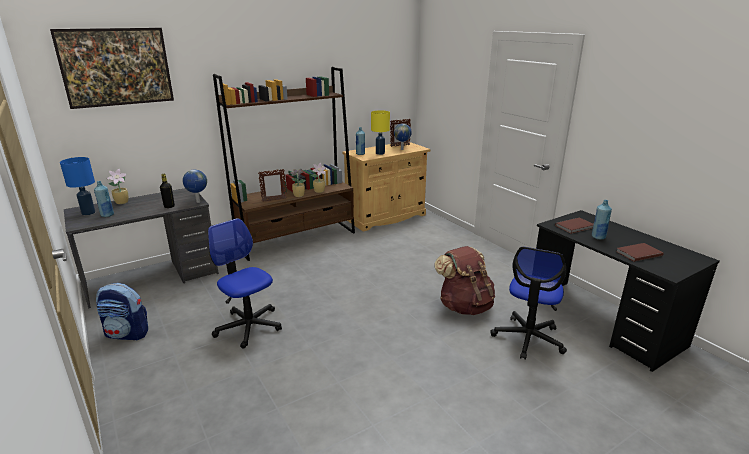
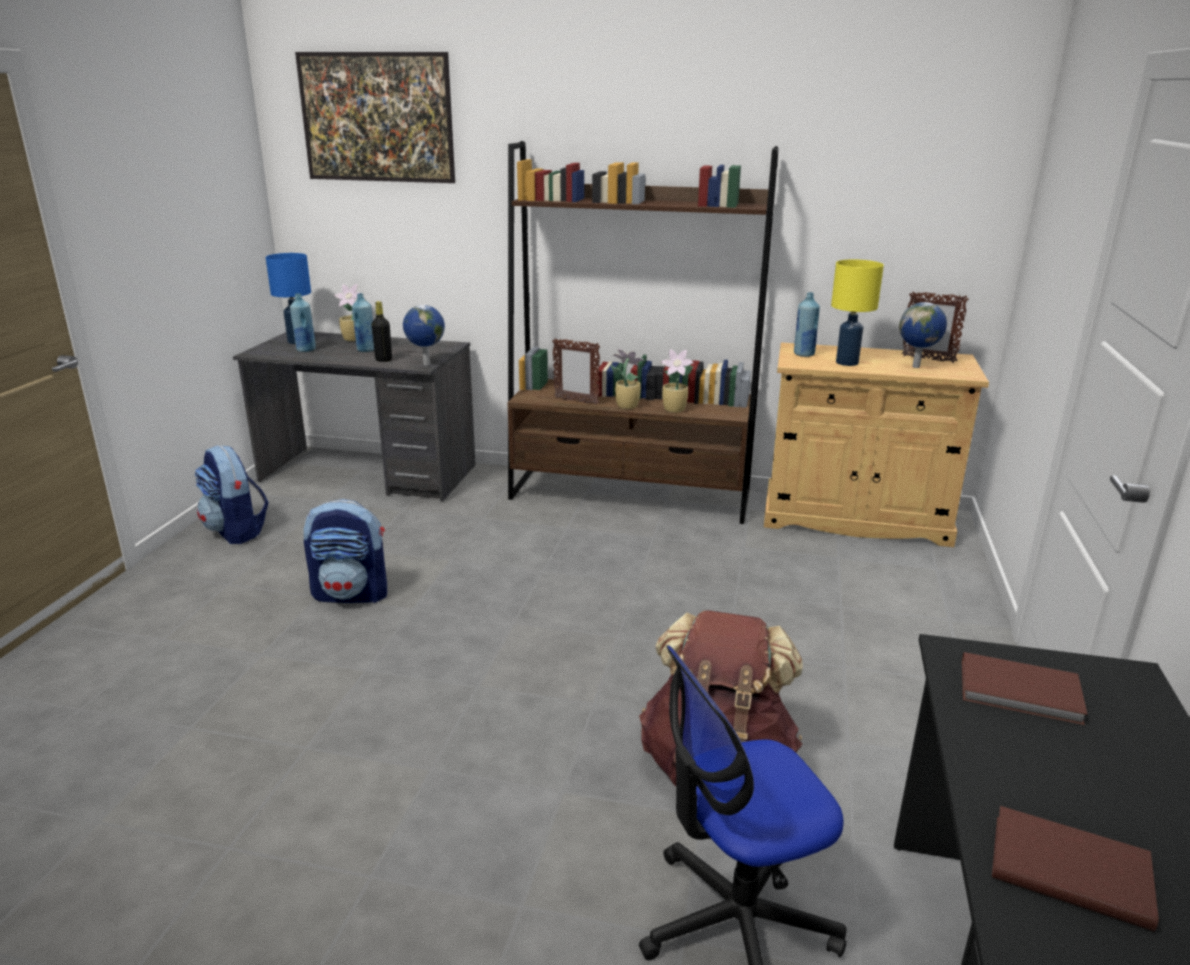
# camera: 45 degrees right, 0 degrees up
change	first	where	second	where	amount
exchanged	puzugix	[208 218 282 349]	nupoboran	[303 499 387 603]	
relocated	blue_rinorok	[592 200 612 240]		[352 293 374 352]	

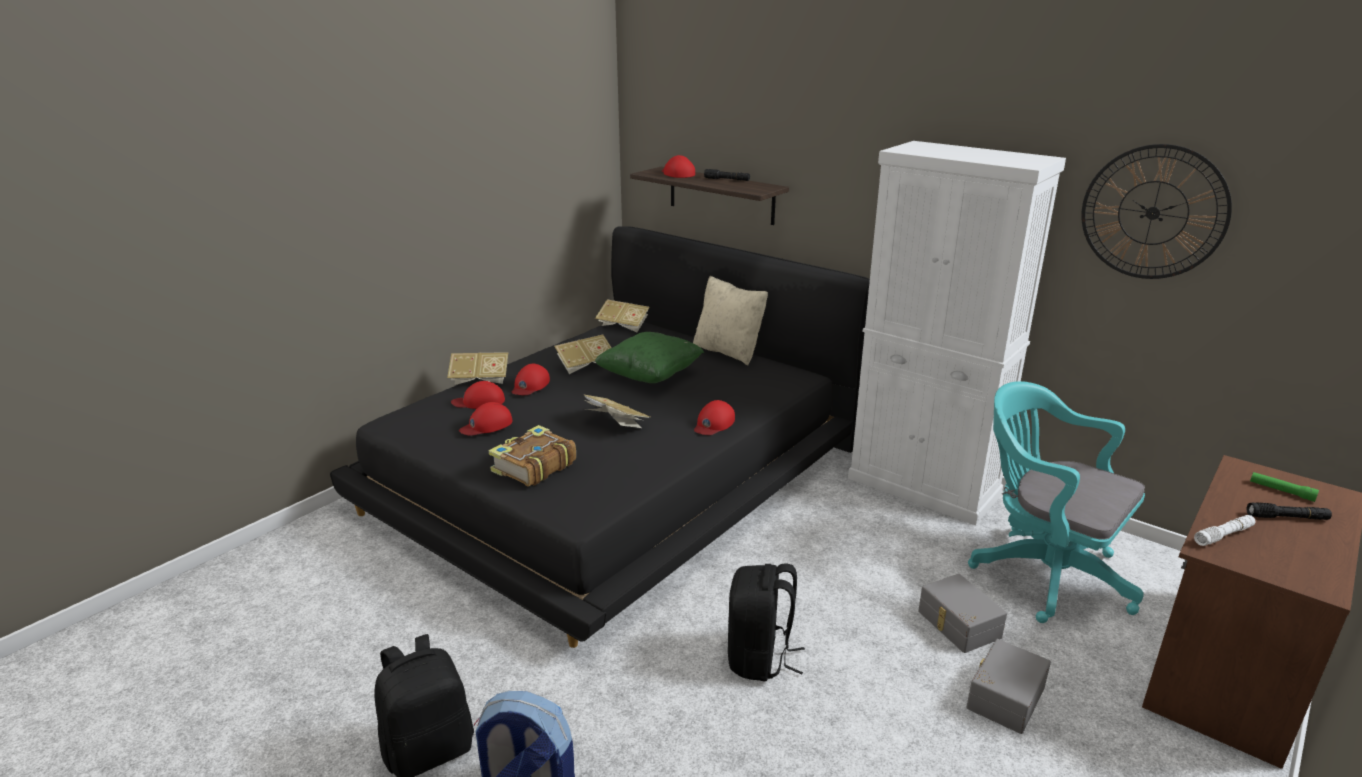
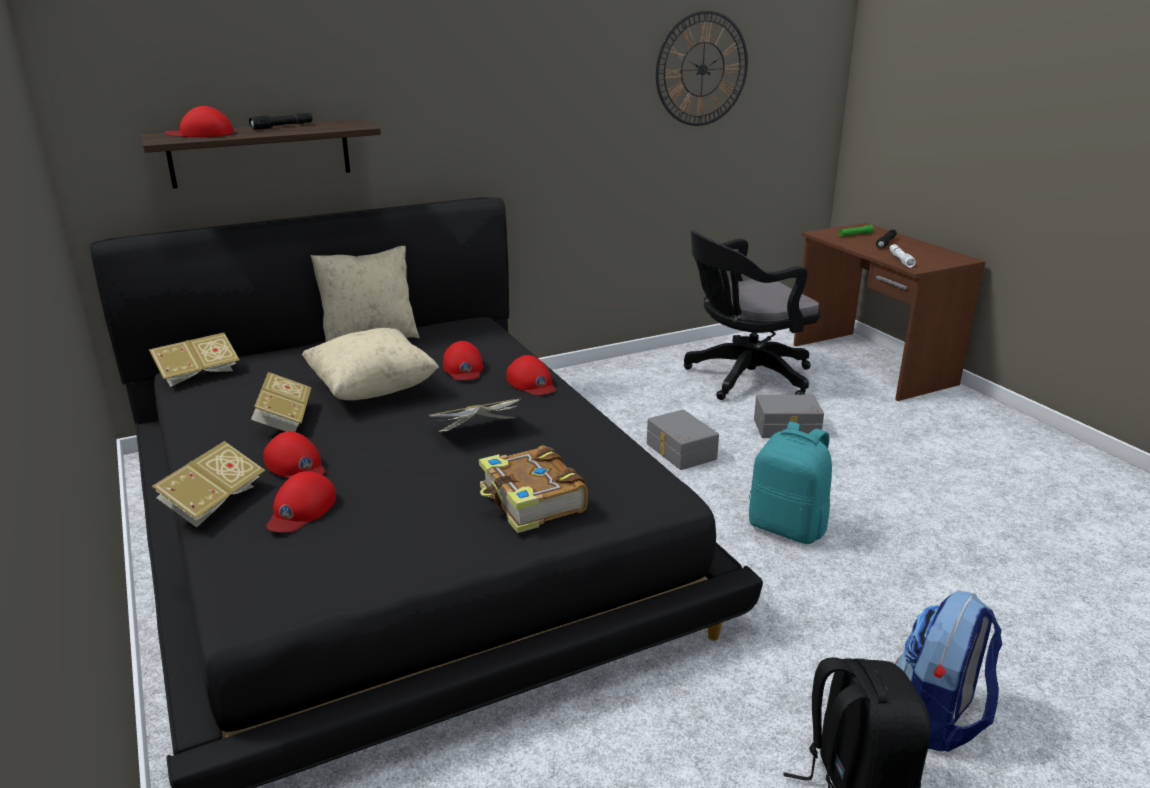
# camera: 65 degrees left, 0 degrees up
change	first	where	second	where	amount
relocated	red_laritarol	[459 402 513 436]		[443 341 483 380]	
colour	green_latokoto	[595 332 704 383]	beige_latokoto	[302 328 439 400]	
colour	black_nupoboran	[728 563 805 682]	turquoise_nupoboran	[749 422 832 544]	
missing	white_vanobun	[848 141 1066 525]			
relocated	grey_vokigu	[966 639 1051 734]		[647 409 719 470]	
colour	turquoise_puzugix	[968 381 1145 623]	black_puzugix	[684 230 821 400]	

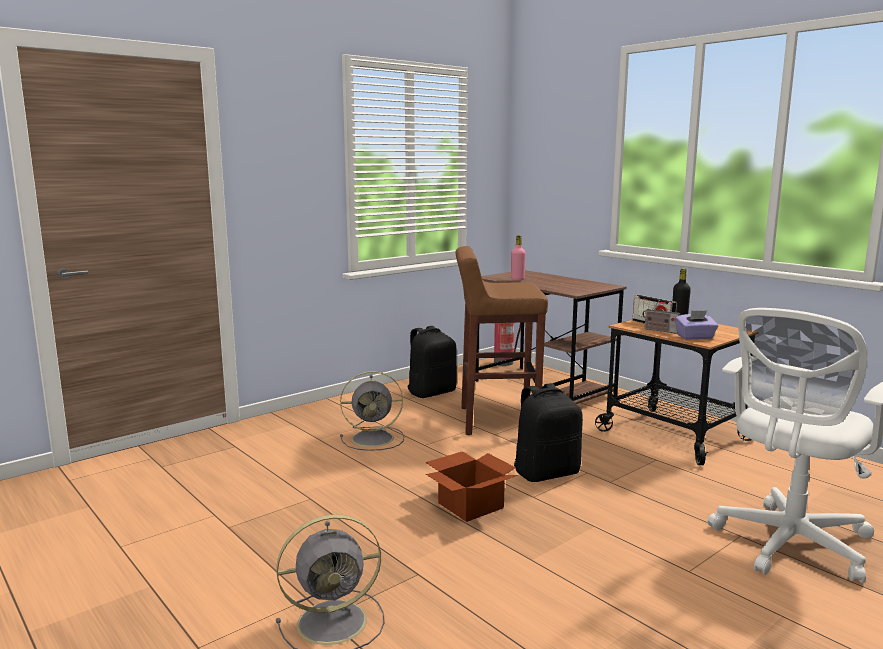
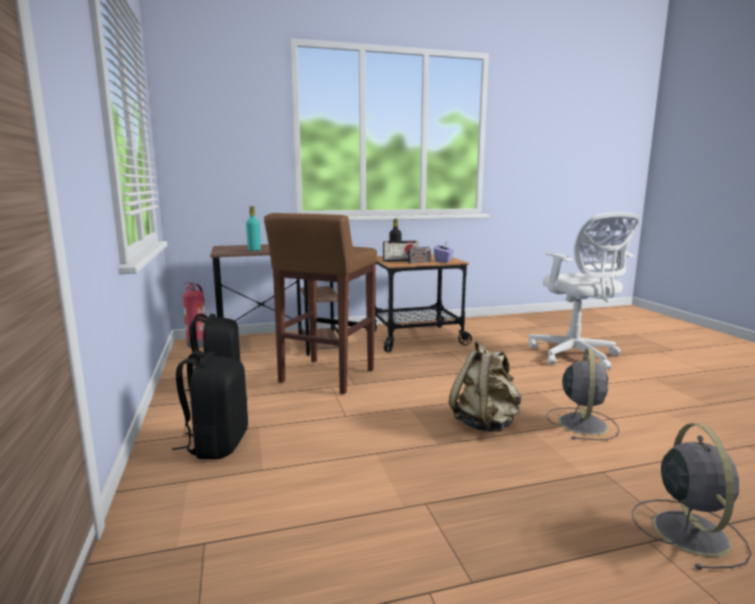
# camera: 65 degrees left, 0 degrees up
change	first	where	second	where	amount
relocated	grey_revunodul	[340 371 404 451]		[547 348 619 440]	
exchanged	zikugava	[426 451 518 522]	beige_nupoboran	[449 341 522 432]	
colour	pink_rinorok	[511 235 526 281]	turquoise_rinorok	[246 206 261 251]	
relocated	black_nupoboran	[514 383 583 482]		[172 351 248 459]	

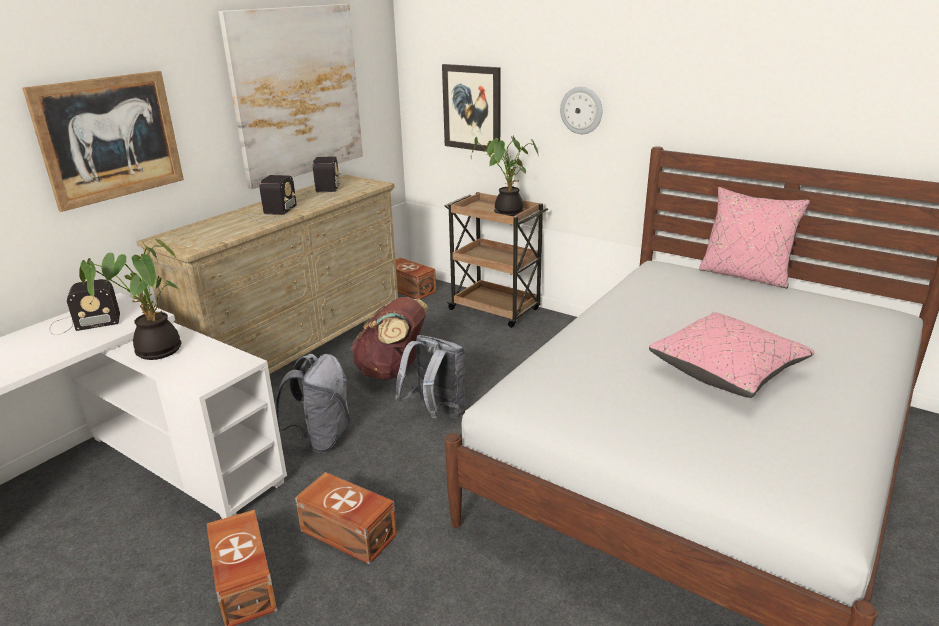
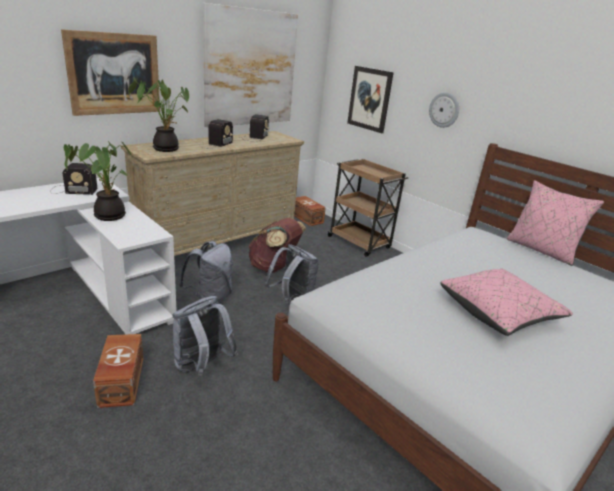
# camera: 10 degrees right, 0 degrees up
change	first	where	second	where	amount
exchanged	brown_vokigu	[295 472 397 565]	grey_nupoboran	[172 296 238 376]	
relocated	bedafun	[471 135 539 216]		[128 77 189 152]	

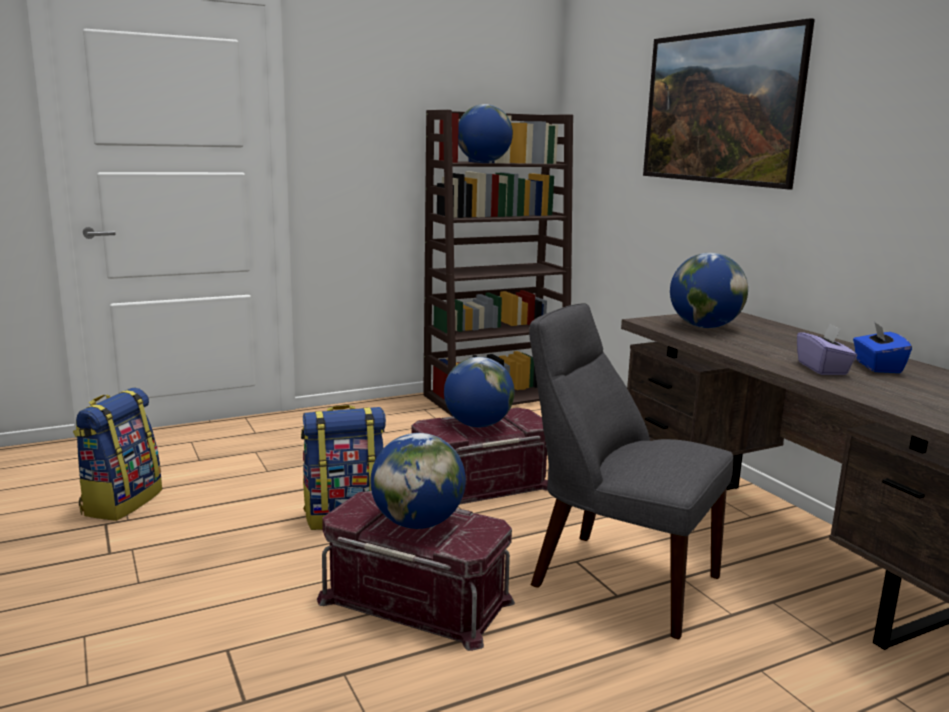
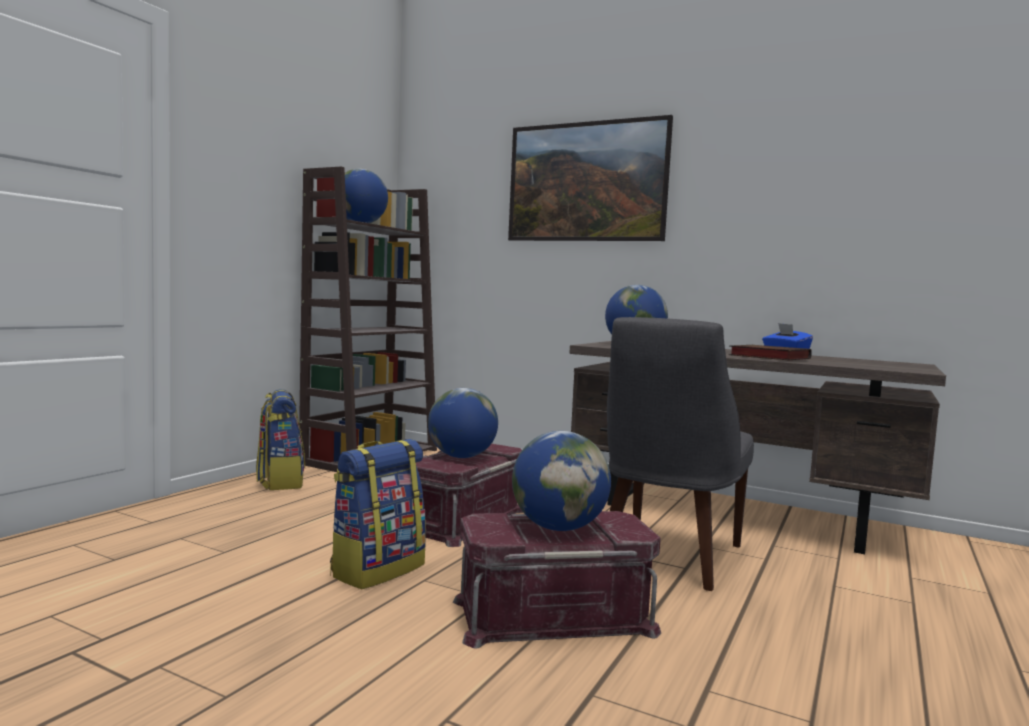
# camera: 35 degrees left, 10 degrees down
change	first	where	second	where	amount
relocated	nupoboran	[73 388 162 521]		[256 389 305 490]	
spun	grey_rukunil	[529 303 734 640]		[607 317 754 591]	60 degrees counterclockwise
exchanged	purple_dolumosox	[797 324 857 375]	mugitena	[729 345 812 360]	

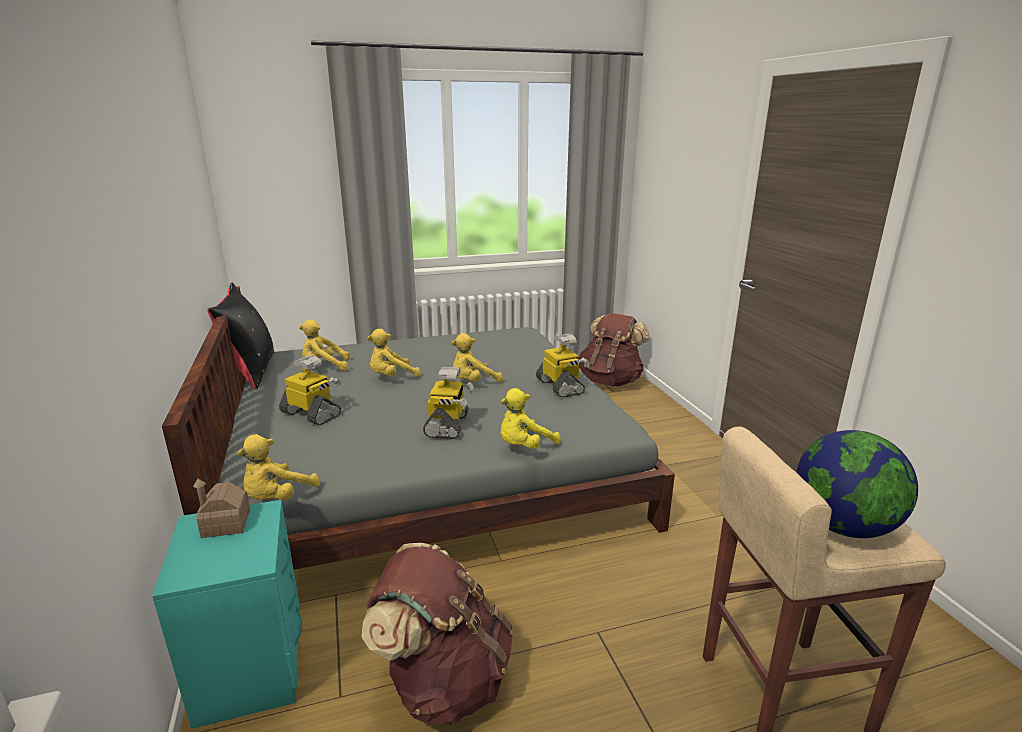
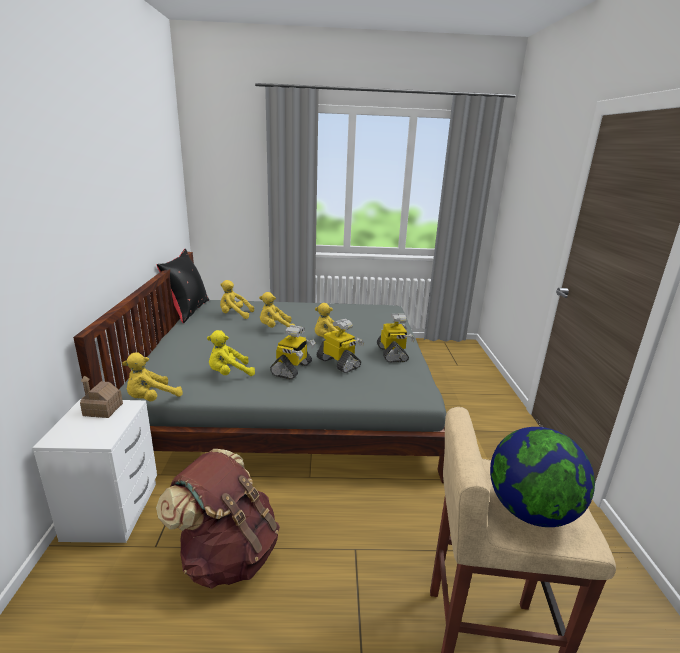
# camera: 15 degrees right, 0 degrees up
change	first	where	second	where	amount
colour	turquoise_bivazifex	[152 500 302 729]	white_bivazifex	[33 399 157 543]	
relocated	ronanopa	[279 355 341 425]		[316 319 364 373]	
relocated	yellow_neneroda	[500 388 561 449]		[207 330 255 376]	
missing	brown_nupoboran	[579 313 650 386]			

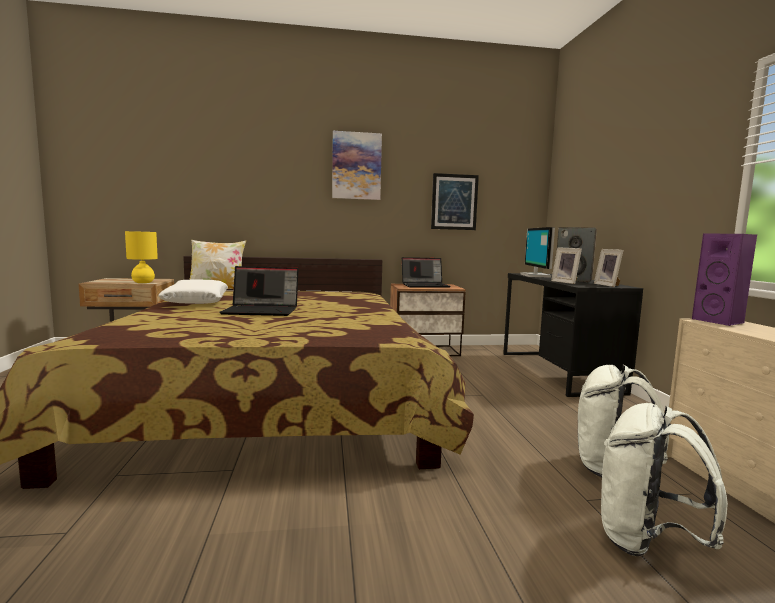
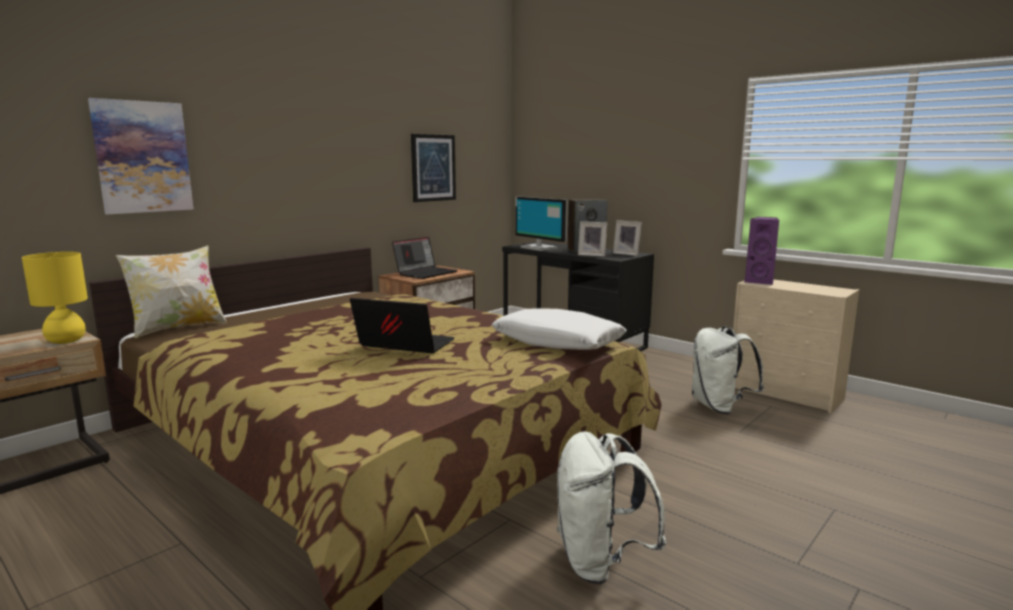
# camera: 40 degrees left, 5 degrees up
change	first	where	second	where	amount
relocated	white_latokoto	[158 279 228 304]		[492 308 627 350]	
spun	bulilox	[219 266 299 316]		[350 298 455 353]	120 degrees counterclockwise
relocated	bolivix	[332 131 382 200]		[88 98 194 215]	
relocated	white_nupoboran	[601 403 728 557]		[556 432 666 584]	

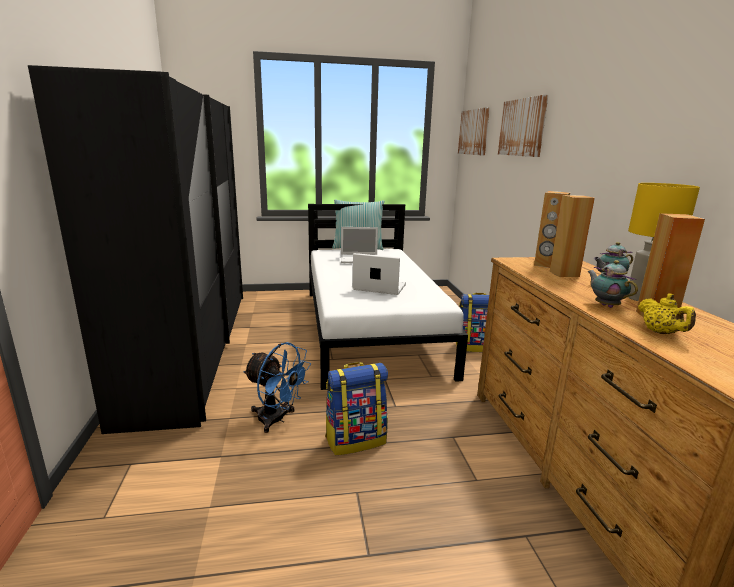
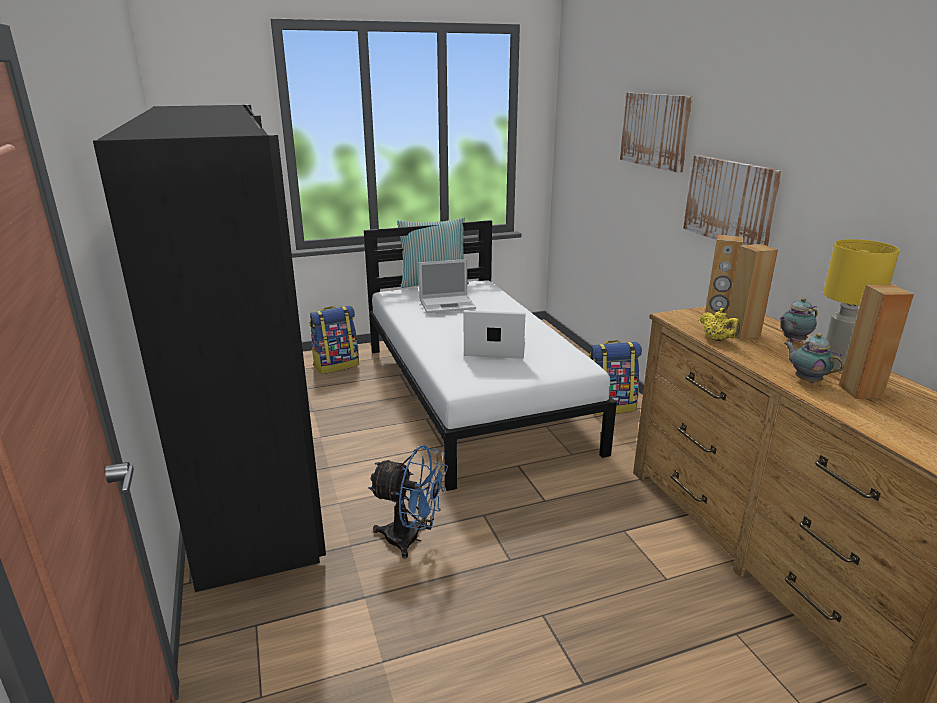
# camera: 10 degrees left, 5 degrees up
change	first	where	second	where	amount
relocated	nupoboran	[325 362 388 455]		[310 306 359 374]	
relocated	bolivix	[458 107 490 156]		[683 155 782 246]	
relocated	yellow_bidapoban	[638 293 696 334]		[700 308 740 341]	

